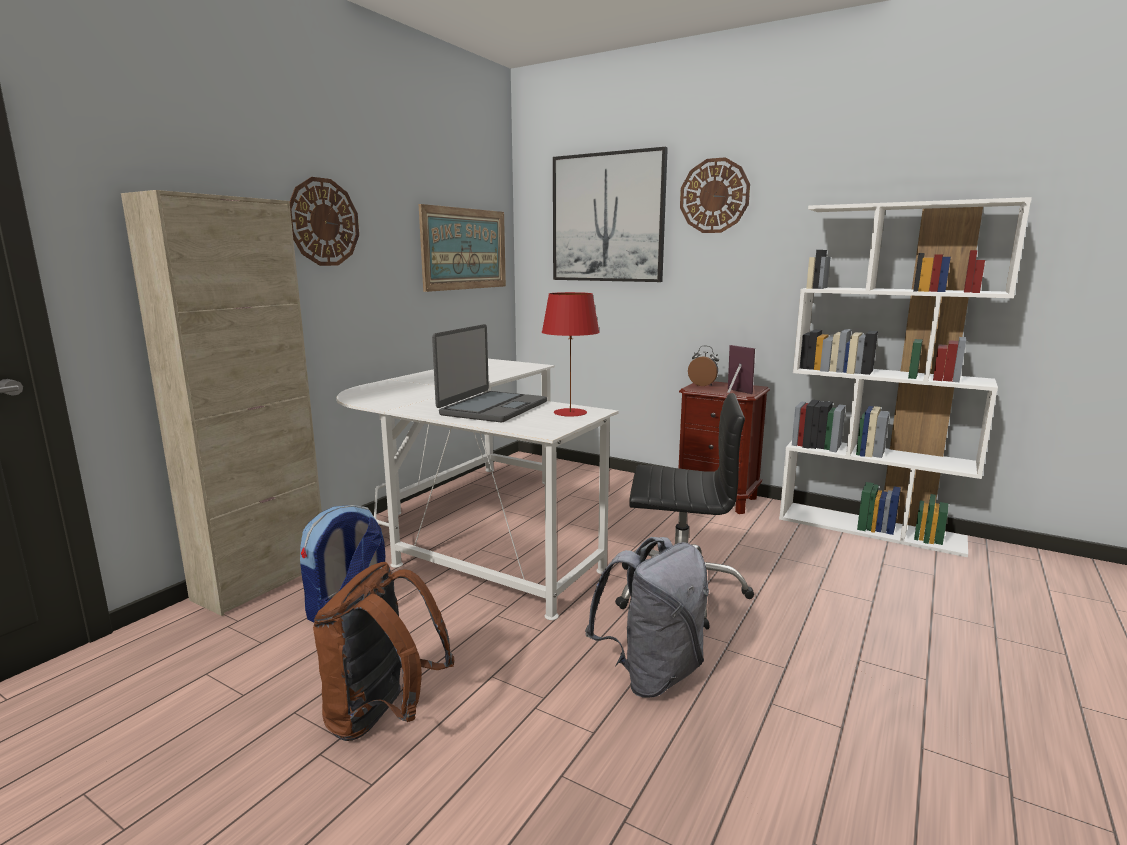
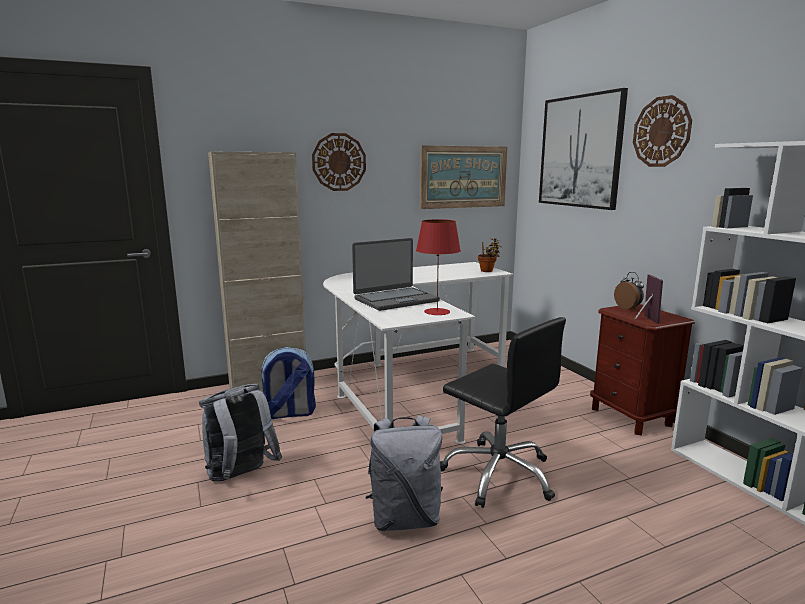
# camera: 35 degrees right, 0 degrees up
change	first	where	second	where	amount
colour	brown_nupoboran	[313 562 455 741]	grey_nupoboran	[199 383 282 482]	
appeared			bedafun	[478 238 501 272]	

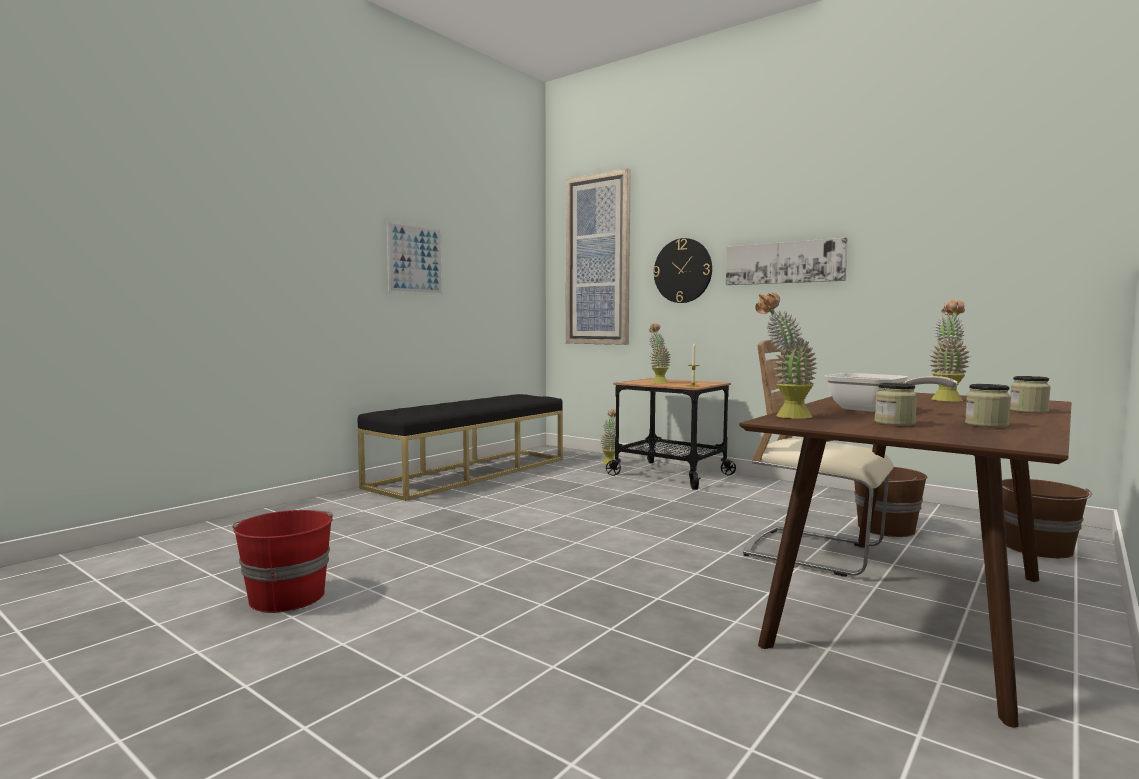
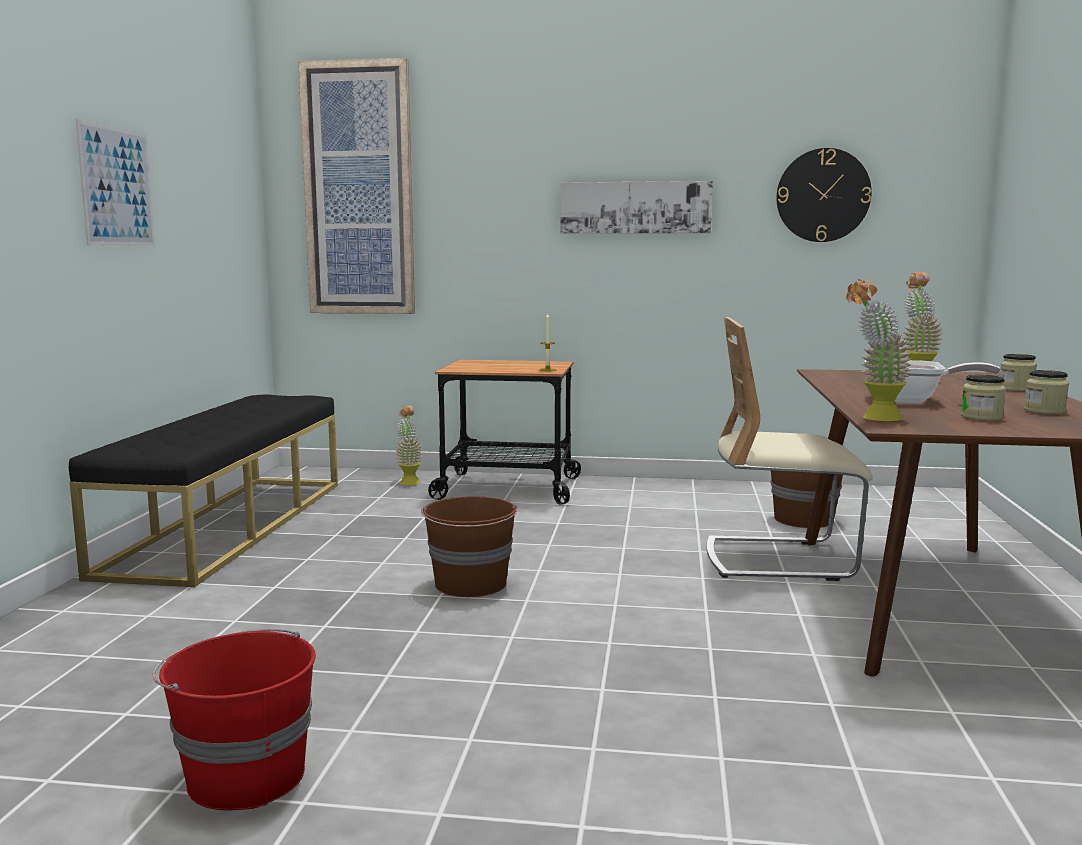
# camera: 30 degrees left, 5 degrees up
change	first	where	second	where	amount
missing	bedafun	[649 323 671 384]			
relocated	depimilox	[653 238 712 303]		[776 148 872 242]	
relocated	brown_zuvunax	[1002 479 1092 558]		[421 496 518 597]	

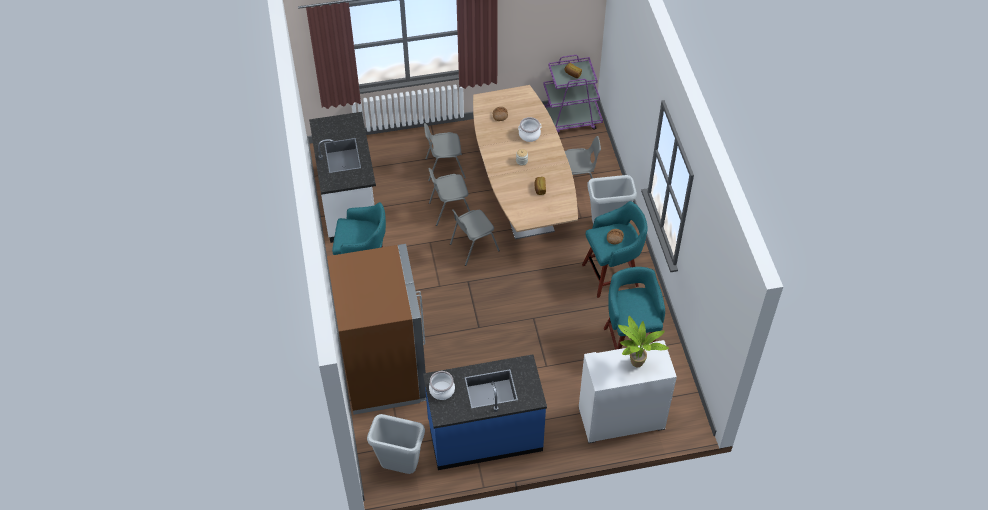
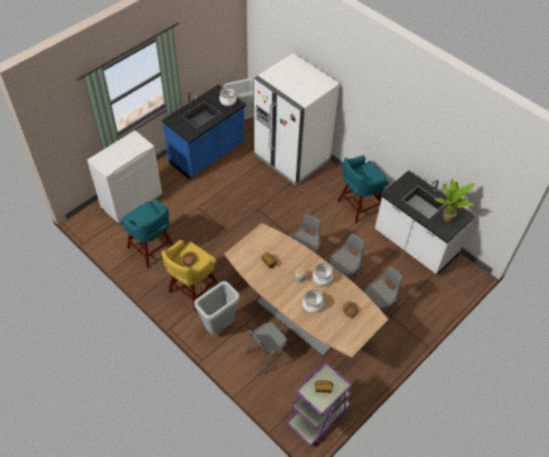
# camera: 145 degrees right, 0 degrees up
change	first	where	second	where	amount
colour	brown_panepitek	[327 244 426 415]	white_panepitek	[253 53 340 186]	
colour	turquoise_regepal	[582 201 648 298]	yellow_regepal	[162 240 218 311]	
relocated	bedafun	[618 316 669 367]		[434 179 475 222]	
appeared			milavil	[313 263 333 286]	

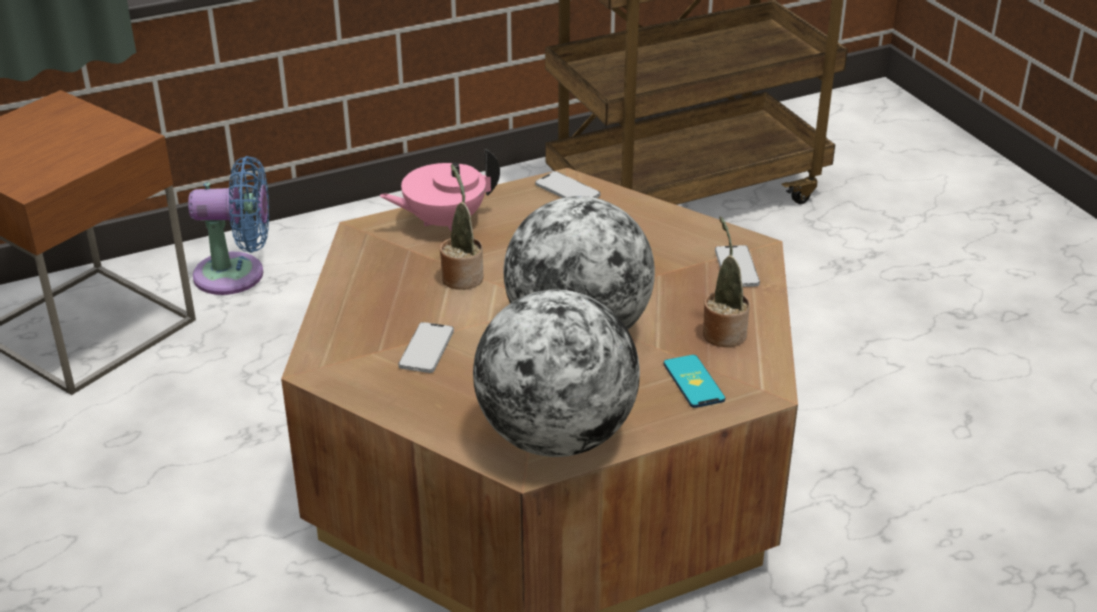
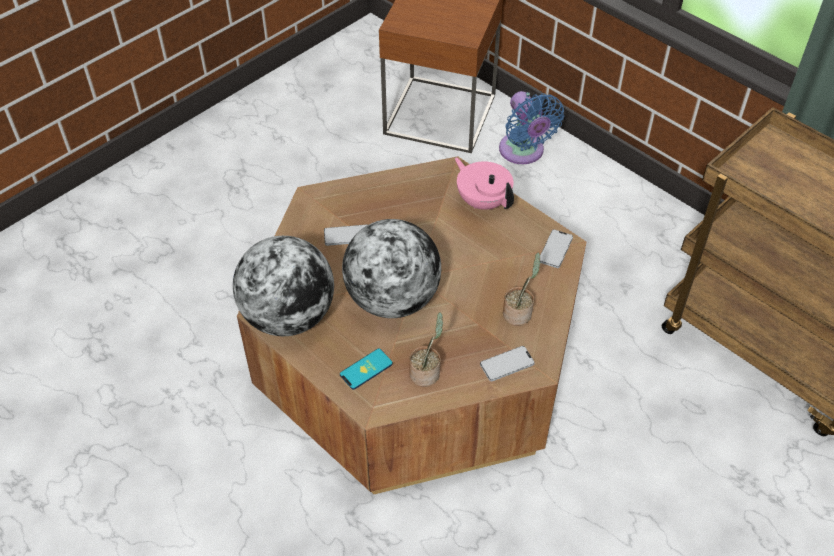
# camera: 70 degrees right, 15 degrees up
change	first	where	second	where	amount
relocated	bedafun	[440 164 484 290]		[503 253 541 326]	

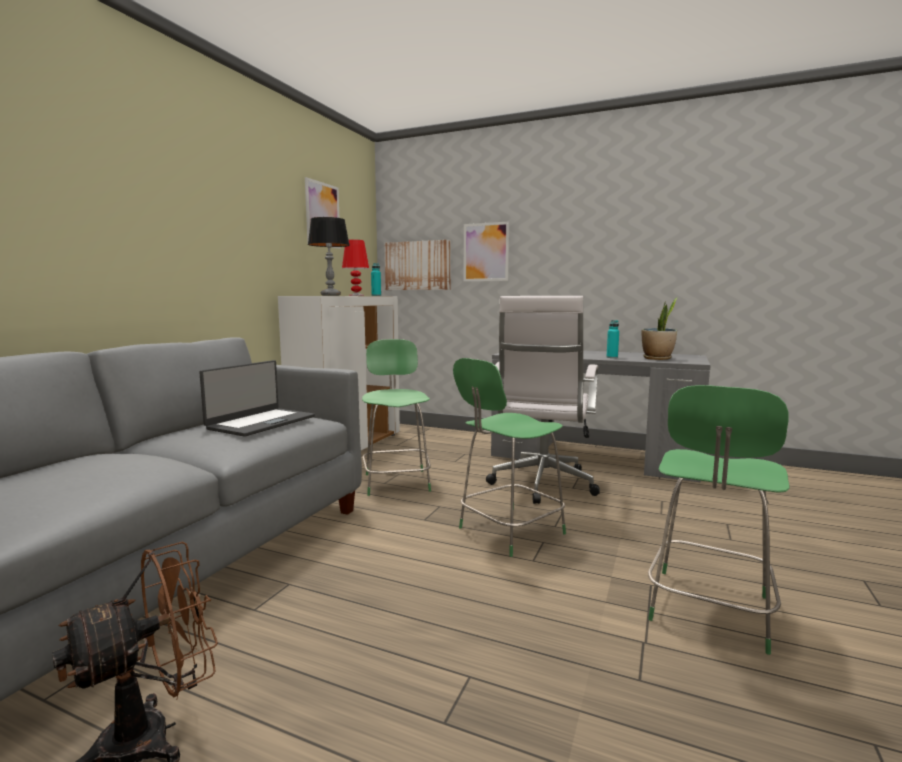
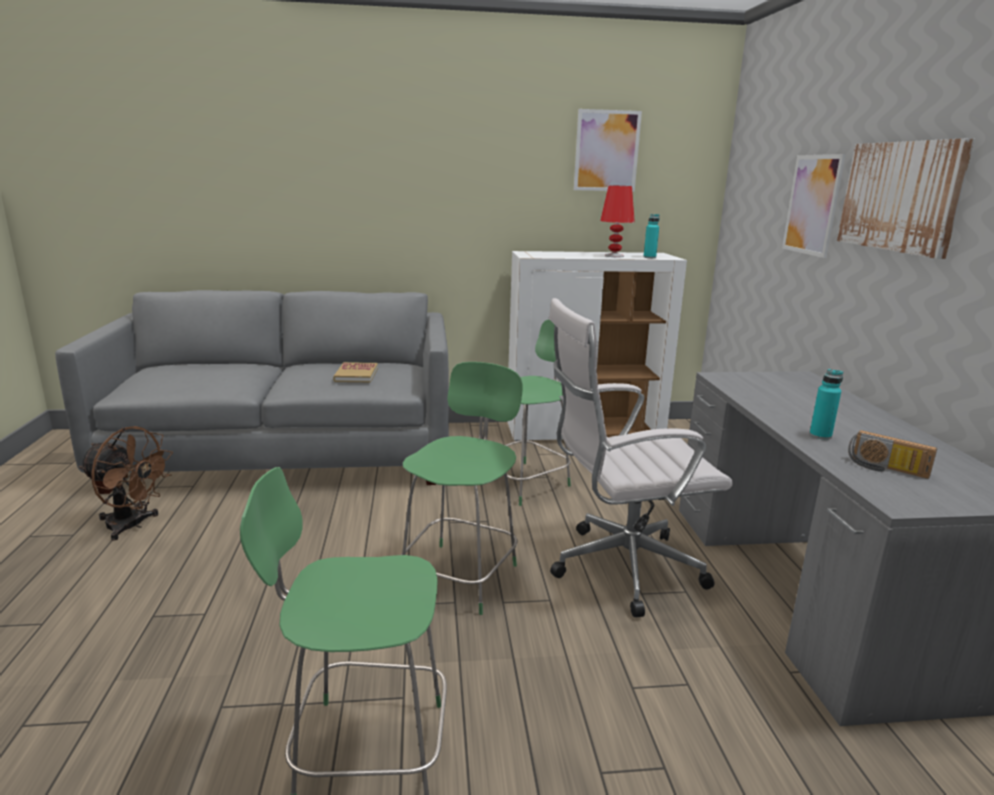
# camera: 60 degrees right, 10 degrees up
change	first	where	second	where	amount
exchanged	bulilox	[199 360 315 437]	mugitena	[333 362 378 383]	
missing	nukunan	[308 217 350 296]			
relocated	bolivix	[385 240 450 290]		[837 138 975 259]	
spun	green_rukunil	[453 358 566 557]		[401 362 523 615]	90 degrees clockwise
exchanged	bedafun	[642 297 678 360]	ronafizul	[848 430 937 479]	

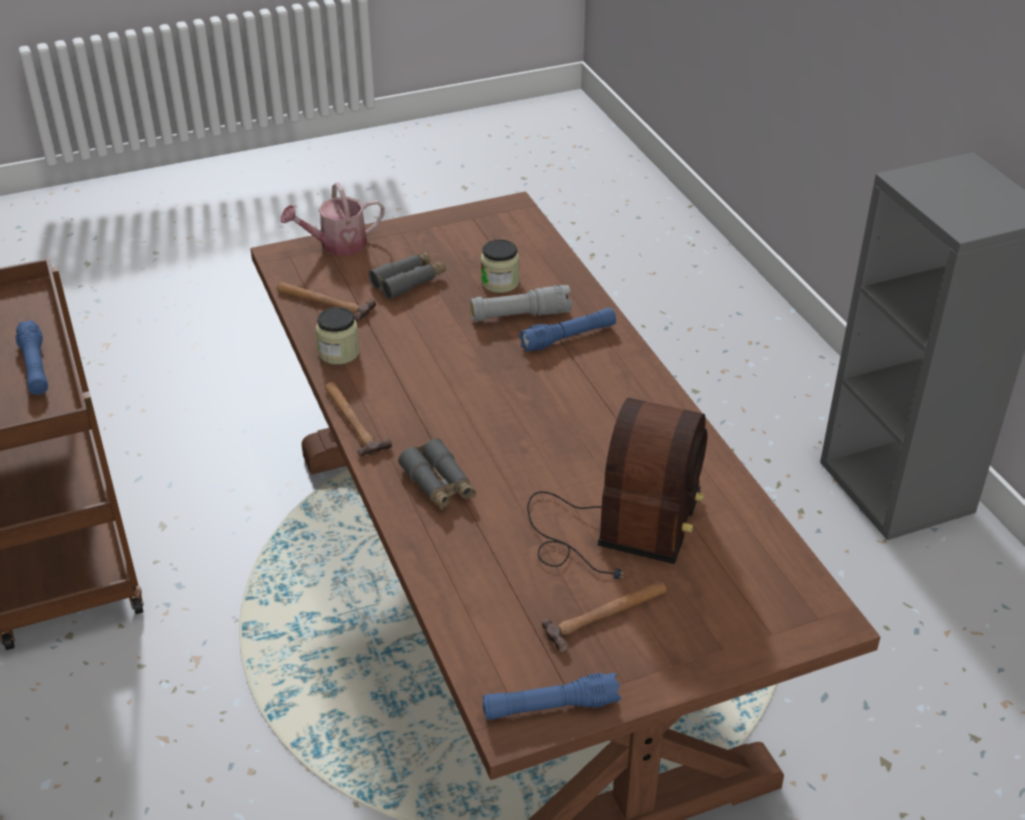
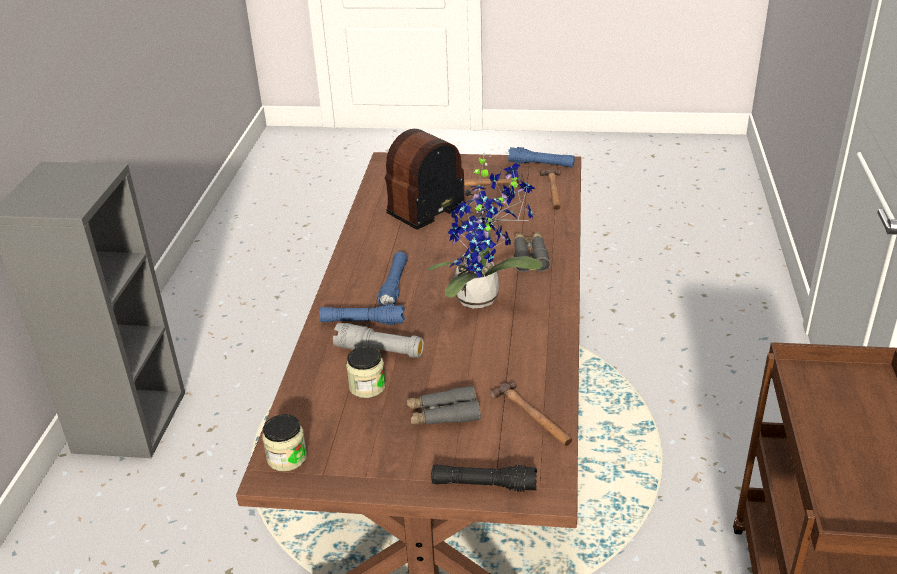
# camera: 150 degrees left, 5 degrees down
change	first	where	second	where	amount
relocated	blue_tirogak	[15 320 48 395]		[378 252 407 306]	
exchanged	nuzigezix	[281 182 384 256]	black_tirogak	[431 465 537 492]	
relocated	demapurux	[316 307 360 364]		[262 414 307 471]	
relocated	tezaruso	[325 382 392 456]		[540 169 561 210]	
appeared			bedafun	[428 151 542 308]	

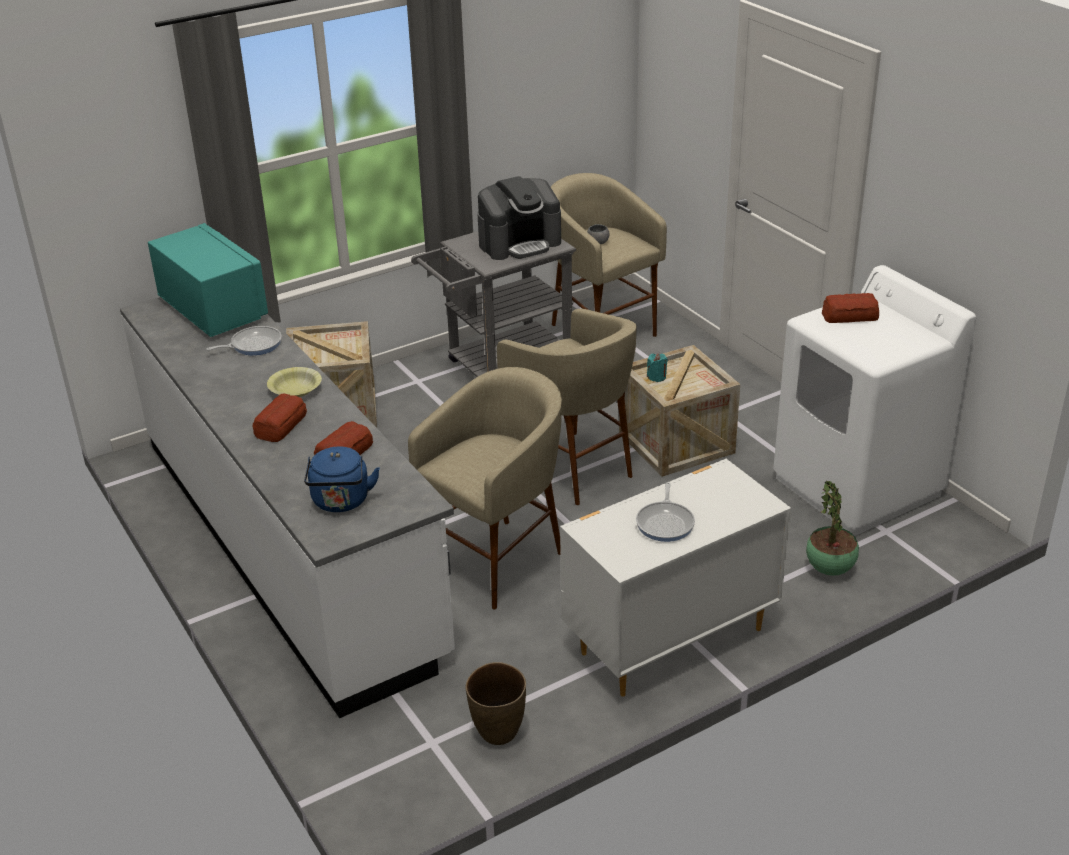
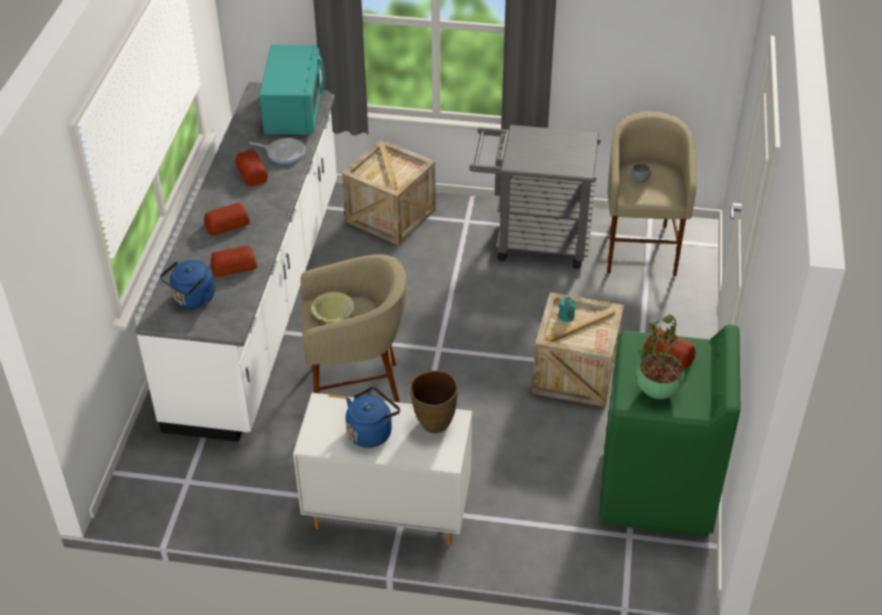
# camera: 40 degrees right, 10 degrees up
change	first	where	second	where	amount
relocated	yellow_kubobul	[267 367 322 397]		[311 292 354 322]	
relocated	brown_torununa	[465 662 526 745]		[410 370 458 433]	
missing	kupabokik	[478 176 561 260]			
missing	beige_regepal	[497 309 637 505]			
exchanged	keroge	[636 482 695 542]	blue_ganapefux	[346 387 400 448]	
colour	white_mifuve	[773 265 976 536]	green_mifuve	[599 325 740 537]	
relocated	bedafun	[806 481 859 576]		[636 314 685 399]	
appeared			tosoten	[235 150 268 186]	

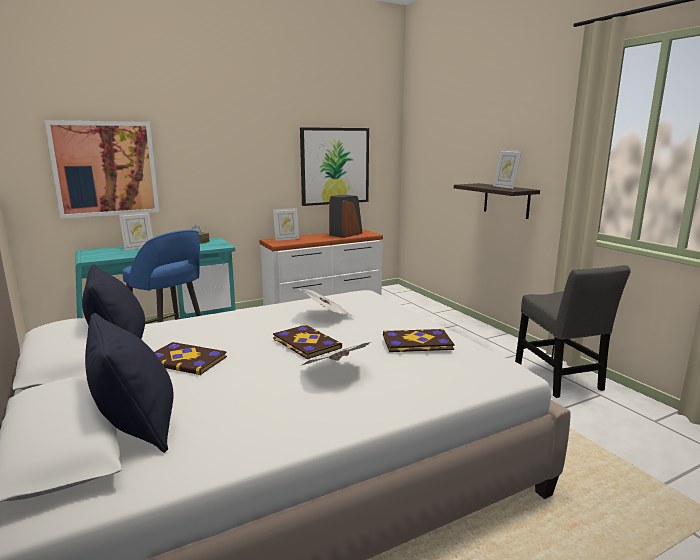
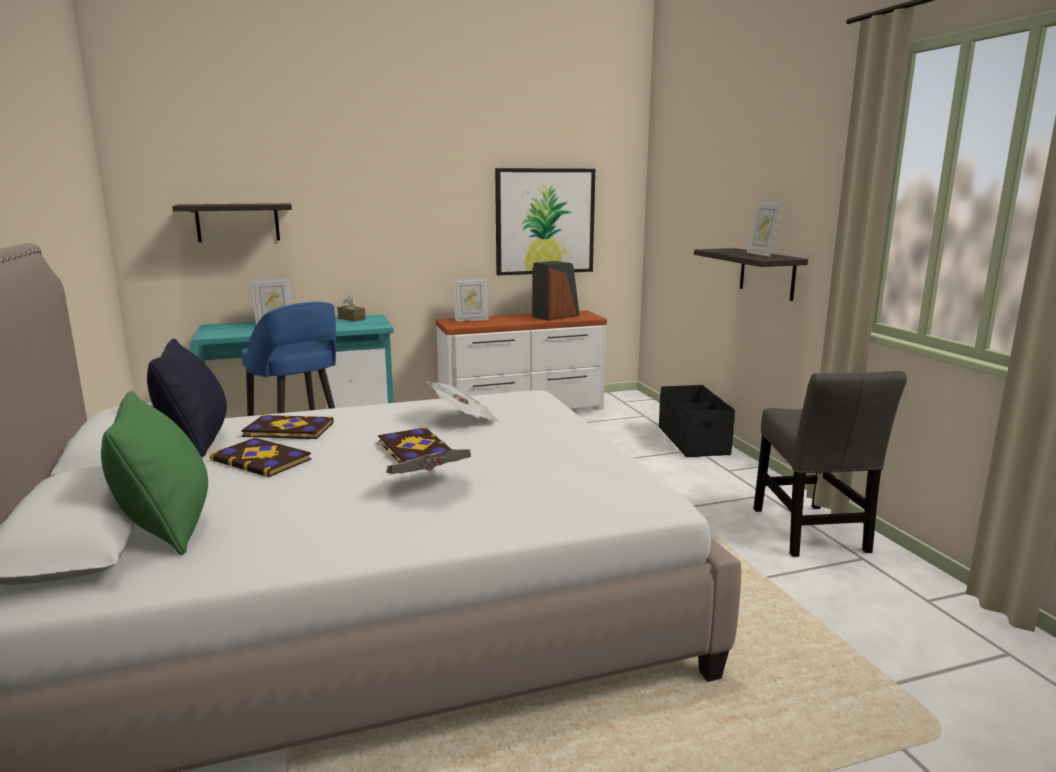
# camera: 10 degrees right, 0 degrees up
change	first	where	second	where	amount
exchanged	bolivix	[45 120 159 219]	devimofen	[172 203 292 242]	
colour	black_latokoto	[85 313 173 453]	green_latokoto	[101 391 208 555]	
relocated	mugitena	[383 329 455 352]		[241 415 334 439]	
appeared			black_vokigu	[659 385 735 457]	

